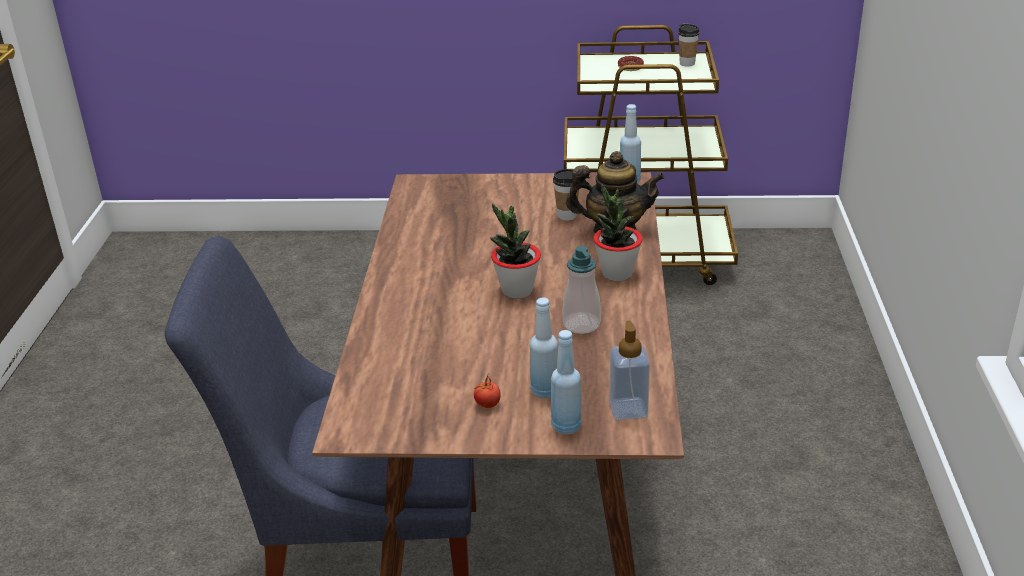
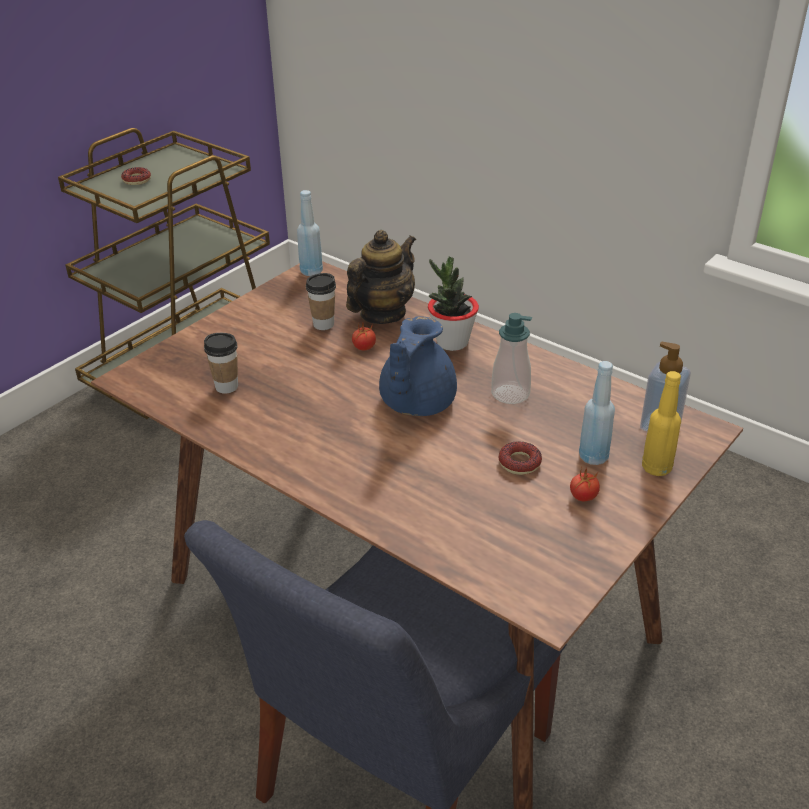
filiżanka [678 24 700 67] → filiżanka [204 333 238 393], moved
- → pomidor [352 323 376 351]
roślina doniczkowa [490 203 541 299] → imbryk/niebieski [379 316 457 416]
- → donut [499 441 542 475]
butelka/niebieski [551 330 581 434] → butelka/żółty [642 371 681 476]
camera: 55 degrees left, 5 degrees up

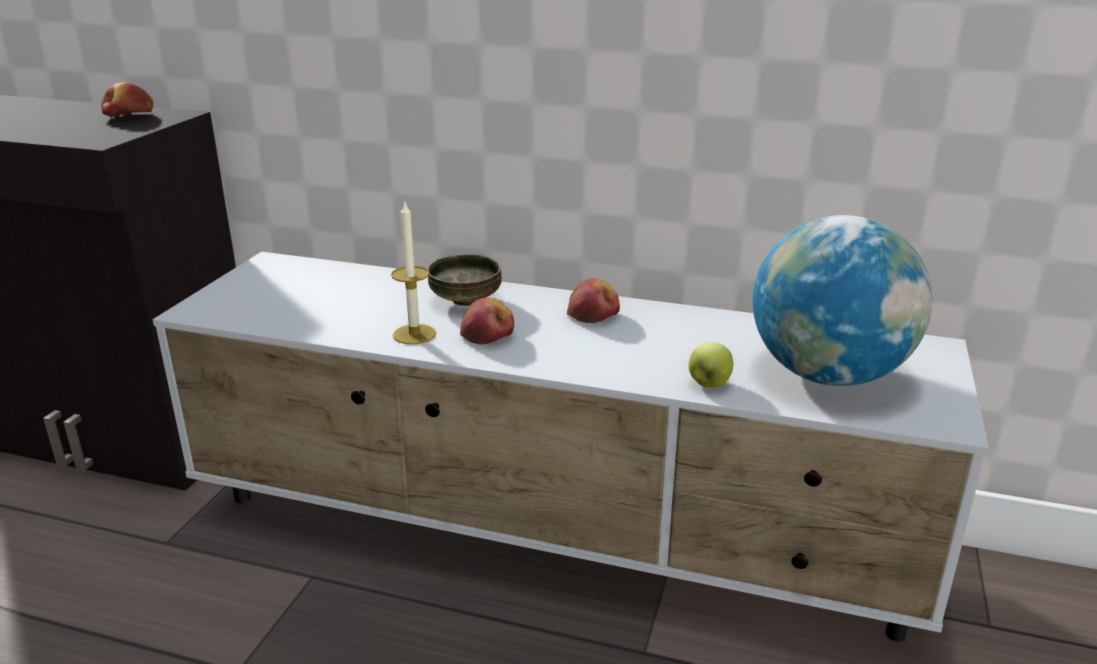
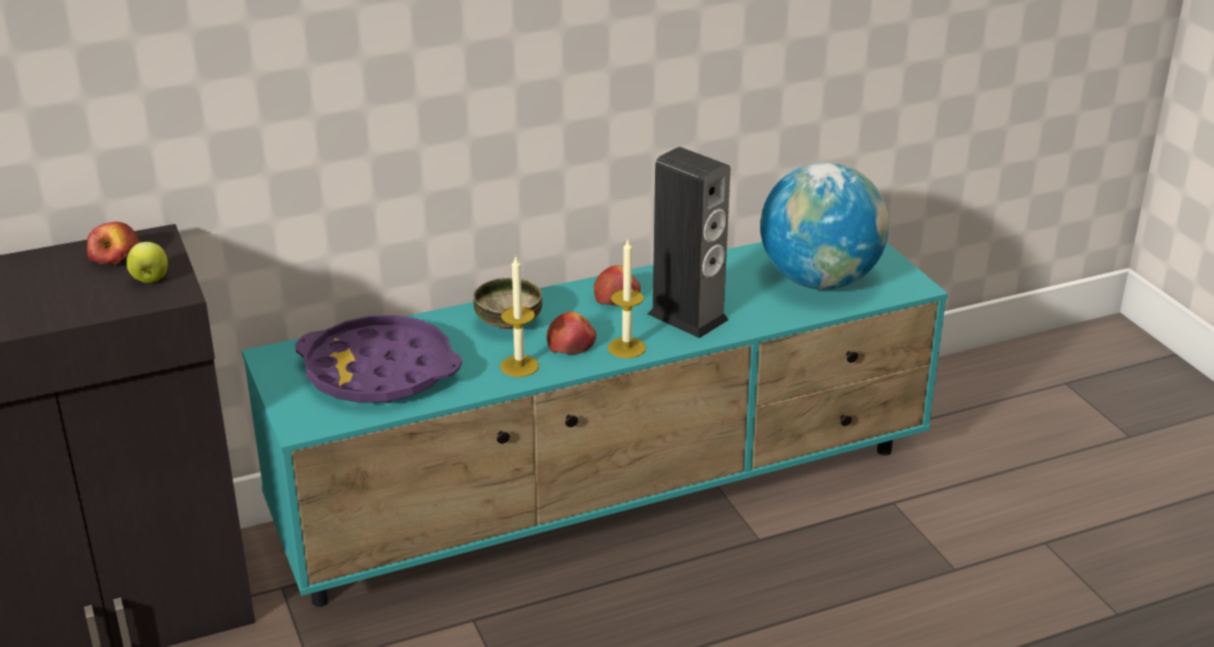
jabłko [688 342 733 388] → jabłko [127 242 168 283], moved
szafka pod telewizor/biały [153 252 989 642] → szafka pod telewizor/turkusowy [242 242 948 607]
- → taca/fioletowy [295 315 462 403]
- → świeca [608 238 646 358]
- → głośnik [648 147 730 338]
camera: 40 degrees left, 5 degrees up

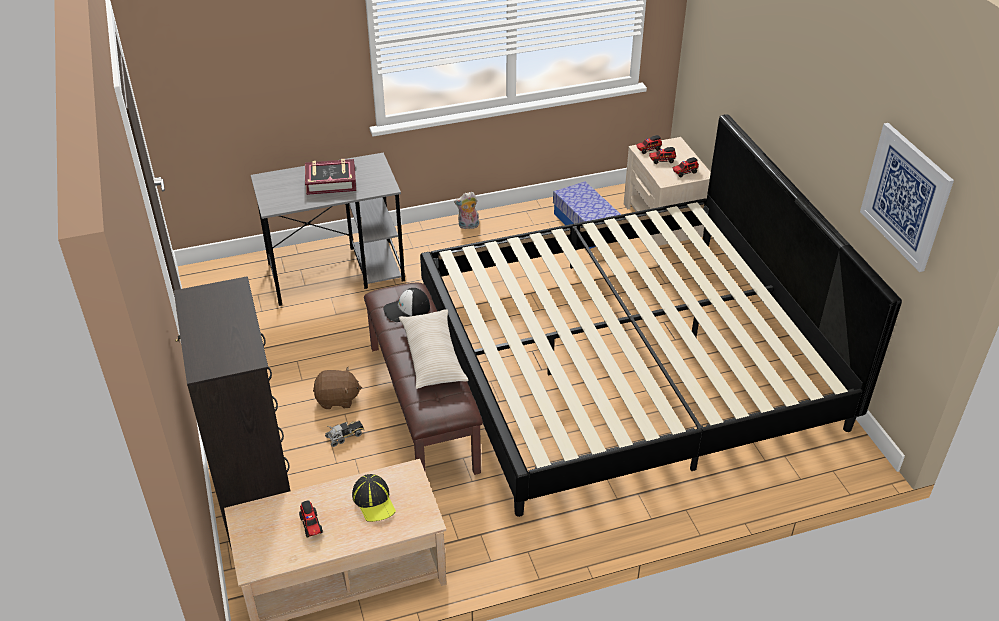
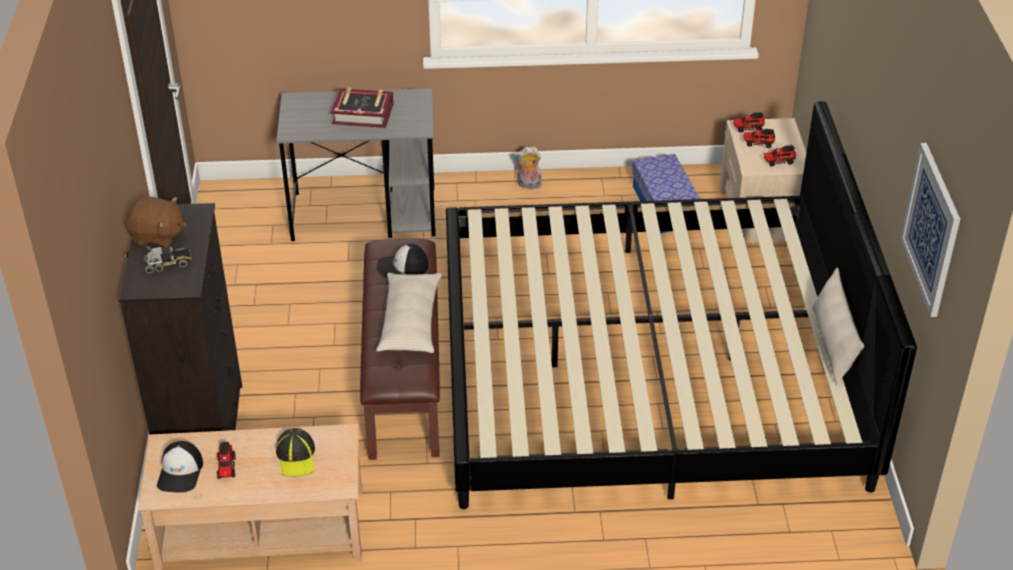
pluszak/brązowy [313 367 362 409] → pluszak/brązowy [125 197 187 247], moved
ciężarówka zabawkowa [325 420 364 447] → ciężarówka zabawkowa [143 246 192 274], moved
- → czapka z daszkiem [157 441 203 492]
- → poduszka/beżowy [812 268 864 386]
camera: 15 degrees right, 0 degrees up

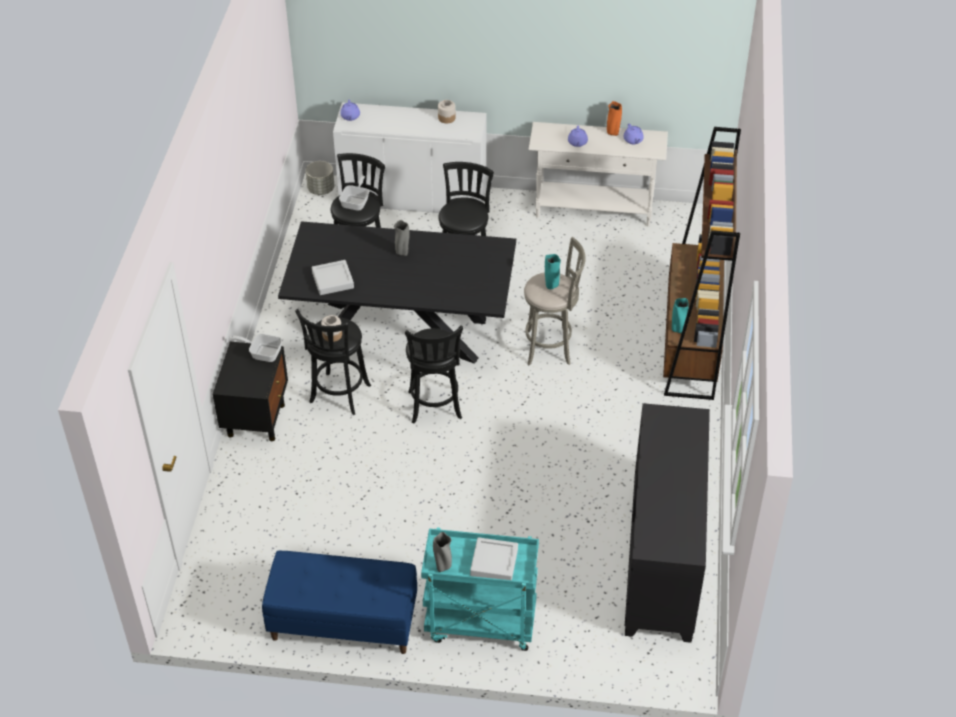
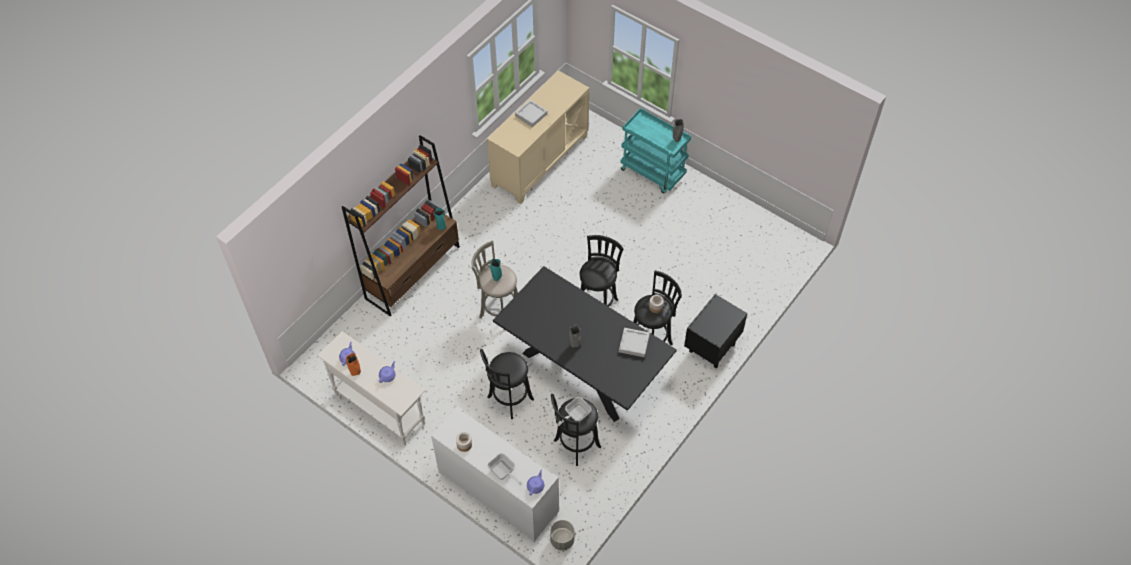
szafka/czarny [625 403 710 643] → szafka/beżowy [487 70 589 204]
patelnia [230 334 282 362] → patelnia [487 453 522 485], moved
taca/szary [470 537 518 580] → taca/szary [515 100 547 127], moved
ławka/niebieski [262 551 417 654] → -
camera: 150 degrees left, 10 degrees up

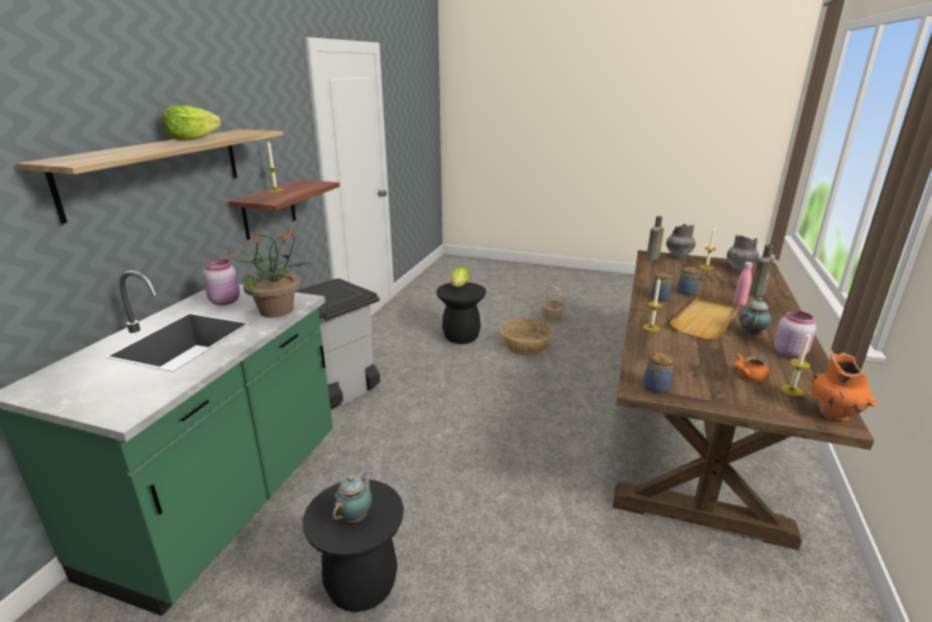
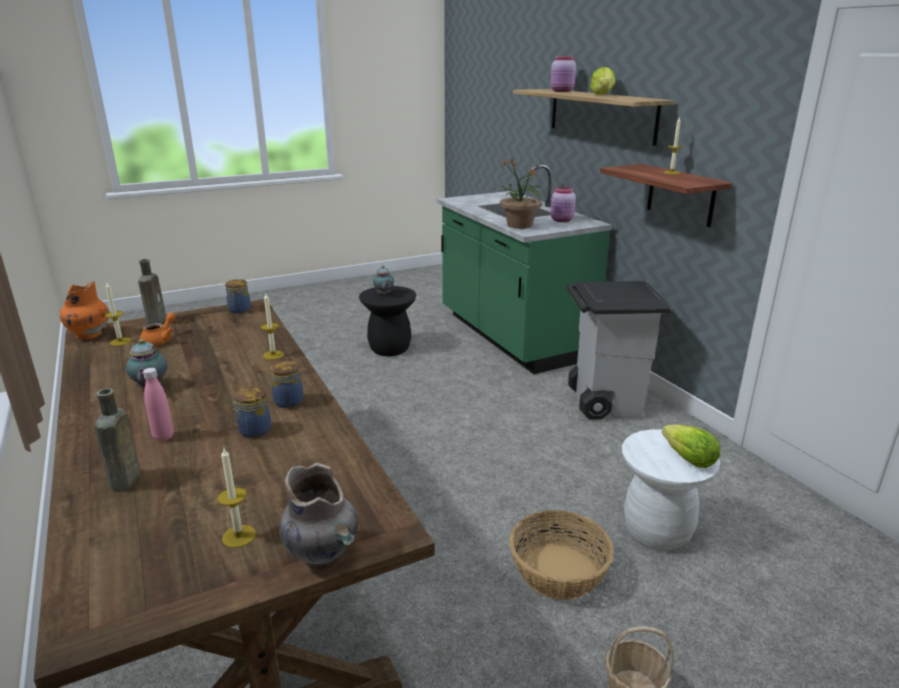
butelka/brązowy [646 216 664 261] → butelka/brązowy [138 259 166 324], moved
słoik/różowy [774 311 816 358] → słoik/różowy [550 56 576 92], moved
stołek/czarny [436 282 486 344] → stołek/biały [622 429 720 550]
taca/beżowy [670 296 739 340] → -
wazon/szary [727 235 759 273] → -
camera: 135 degrees right, 0 degrees up

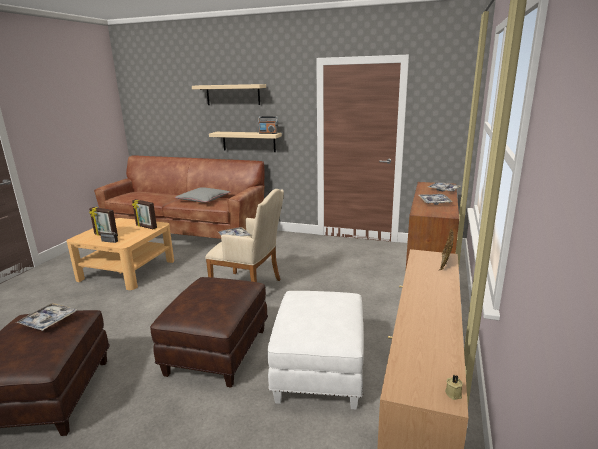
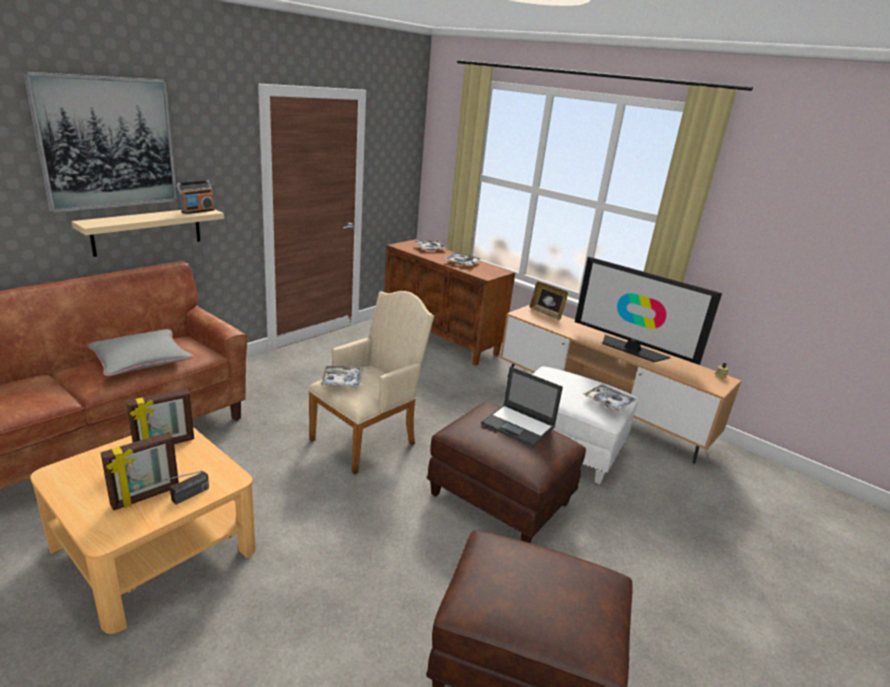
półka/beżowy [192 84 266 105] → obraz [23 71 178 213]
- → laptop [481 366 563 447]
- → telewizor [575 256 722 365]
taca [16 303 77 331] → taca [583 384 637 411], moved
camera: 70 degrees left, 5 degrees up

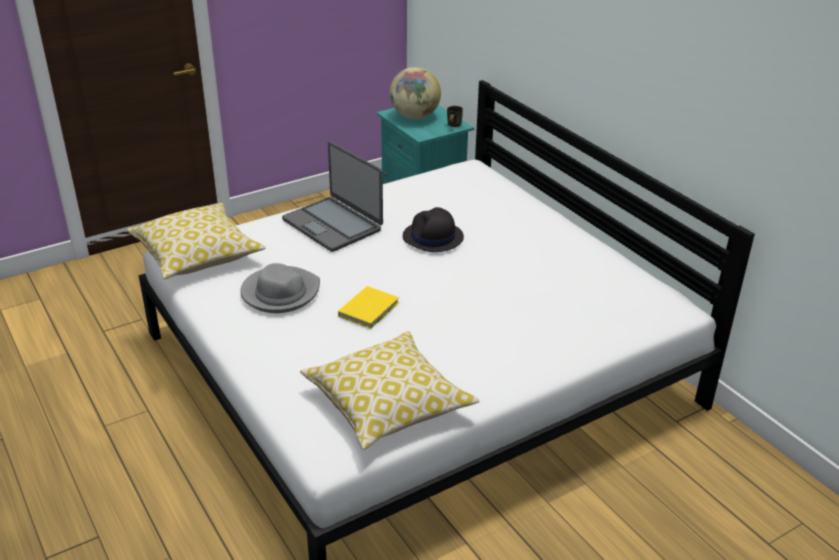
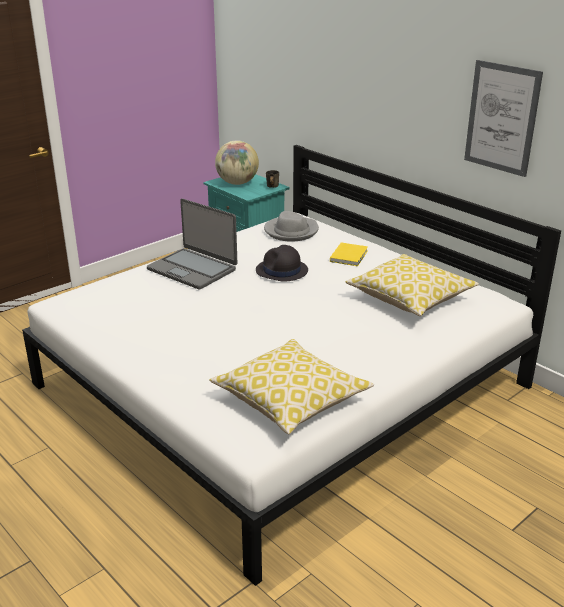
kapelusz/szary [240 263 320 313] → kapelusz/szary [264 211 319 241], moved
książka/żółty [338 286 399 329] → książka/żółty [330 243 368 266], moved
poduszka [127 203 266 279] → poduszka [345 254 479 316], moved
- → obraz [464 60 543 177]
camera: 10 degrees left, 5 degrees down

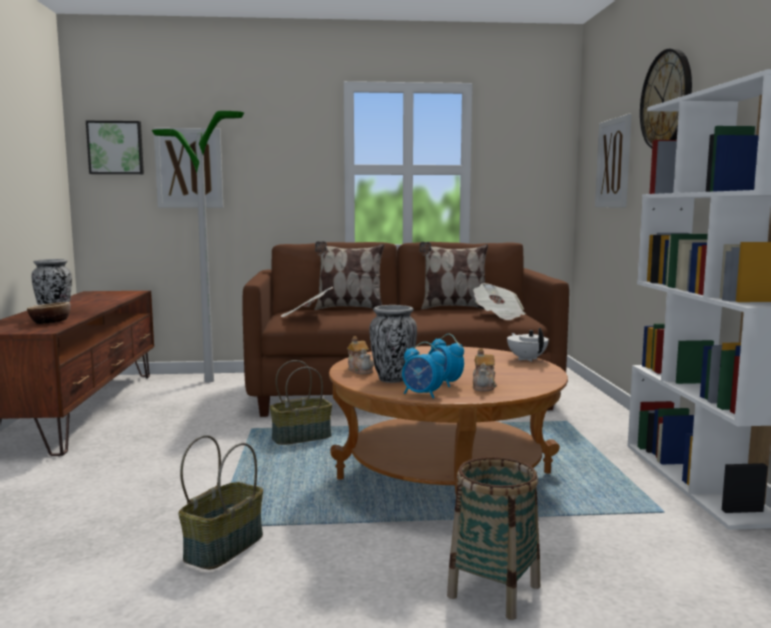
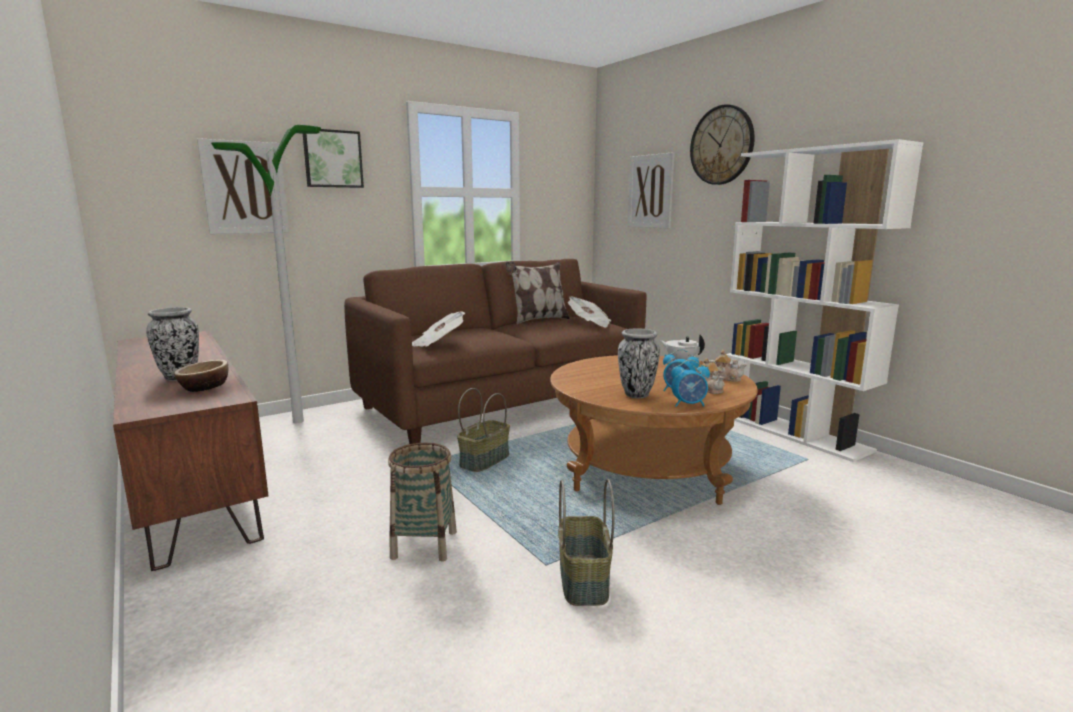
obraz [86 121 144 174] → obraz [303 129 364 188], moved
koszyk [447 457 540 620] → koszyk [388 443 457 561], moved
imbryk [347 336 374 374] → imbryk [709 350 746 382], moved
poduszka [315 241 384 310] → -
camera: 30 degrees left, 5 degrees up

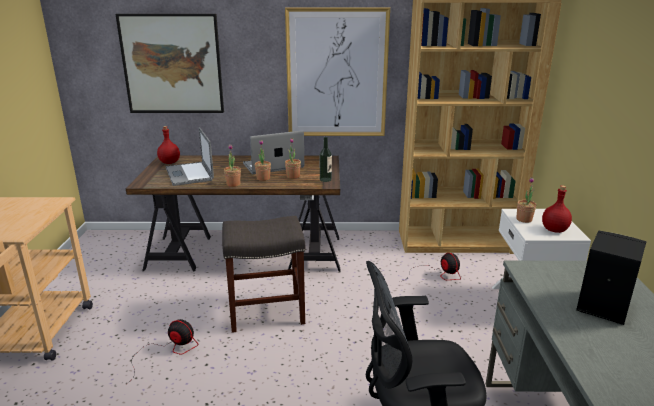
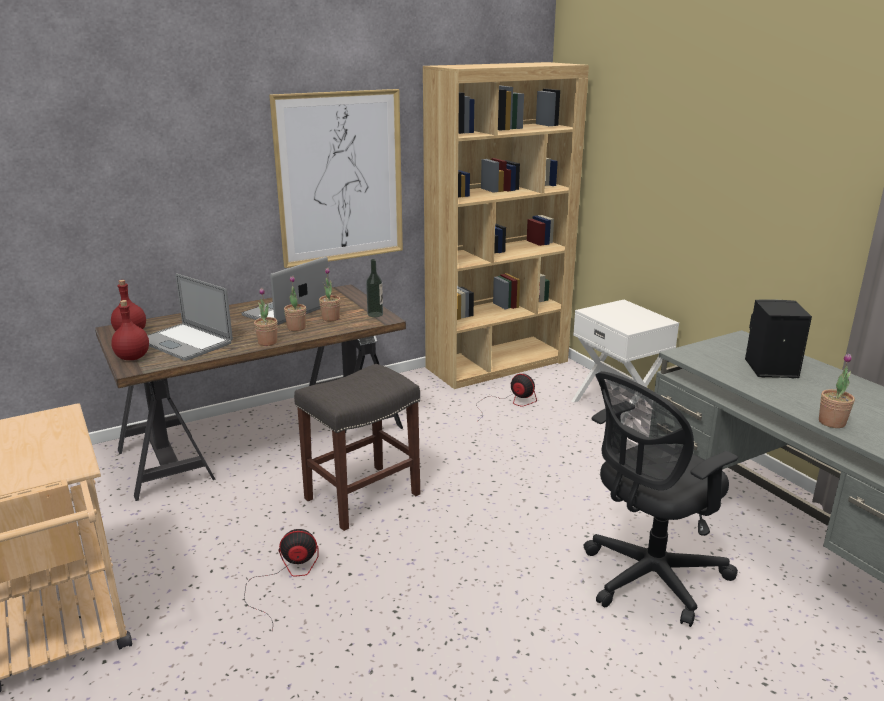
butelka/czerwony [542 185 572 233] → butelka/czerwony [111 300 149 360], moved
roślina doniczkowa [517 177 536 223] → roślina doniczkowa [819 353 855 428], moved
obraz [115 14 224 113] → -
camera: 30 degrees left, 0 degrees up

